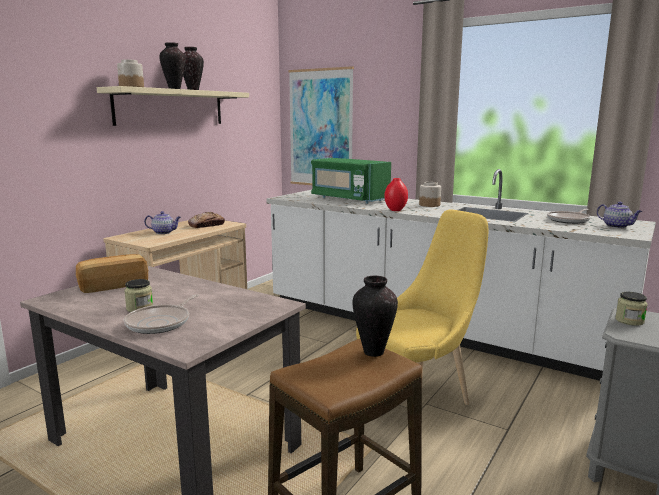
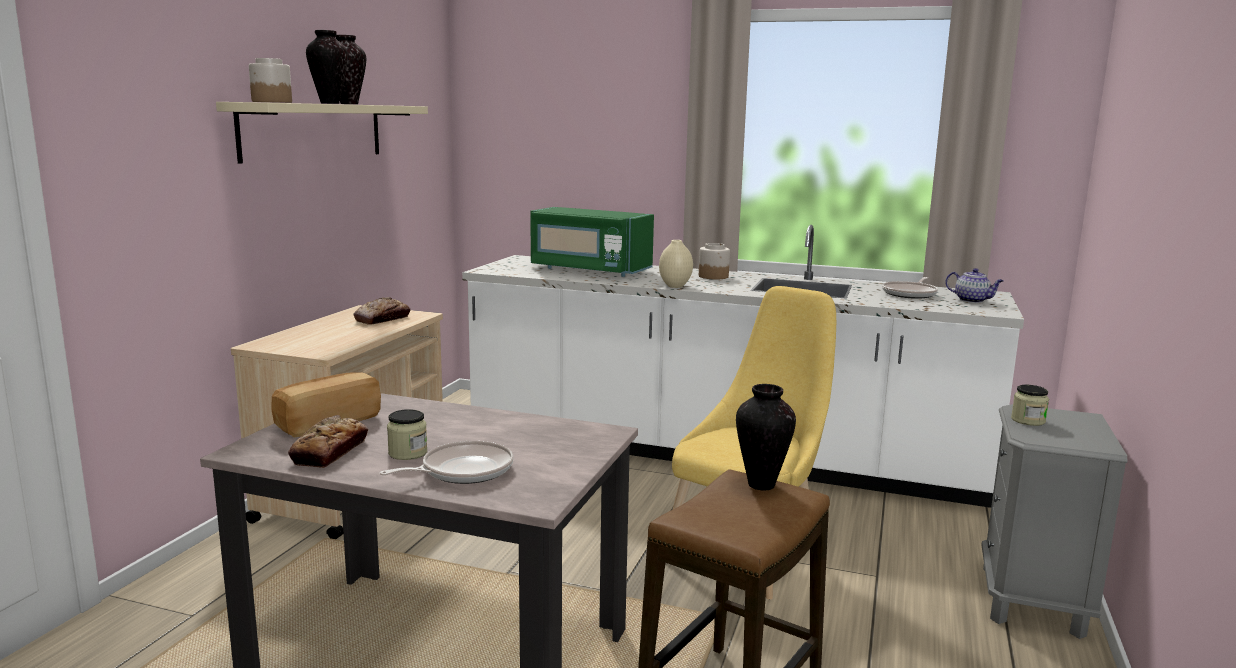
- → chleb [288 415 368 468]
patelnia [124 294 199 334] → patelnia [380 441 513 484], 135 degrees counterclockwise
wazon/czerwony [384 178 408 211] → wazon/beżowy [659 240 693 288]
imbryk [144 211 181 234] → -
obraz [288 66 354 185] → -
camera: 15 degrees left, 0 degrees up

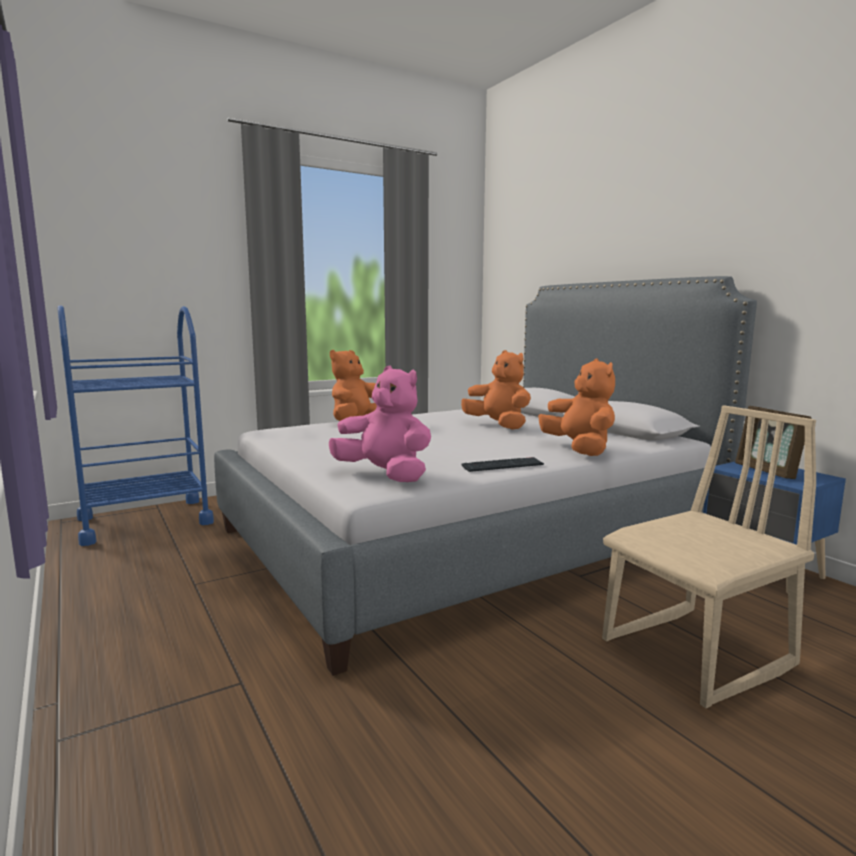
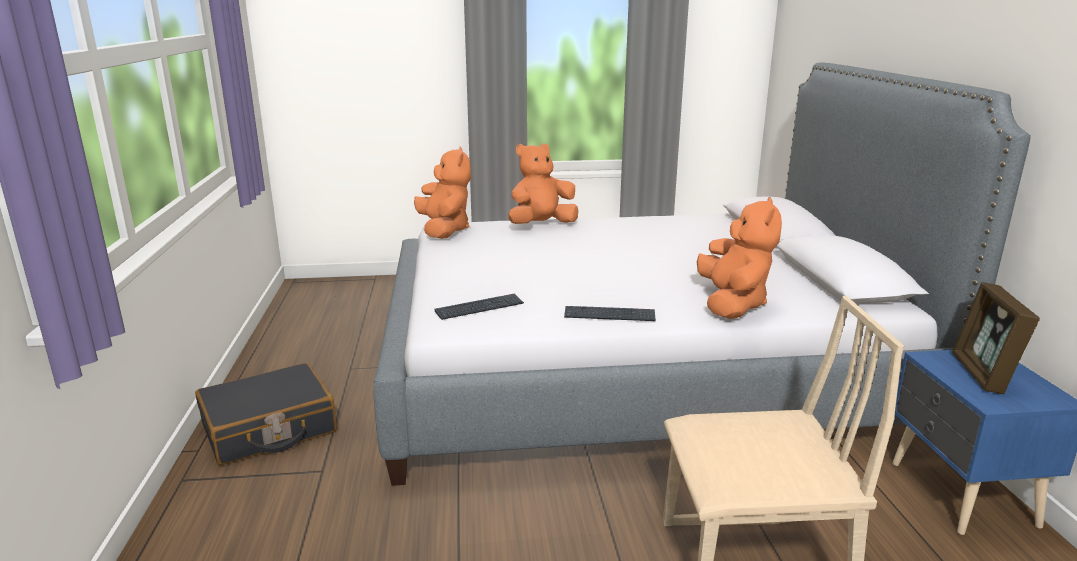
- → walizka/czarny [195 363 337 465]
pluszak/pomarańczowy [461 350 531 430] → pluszak/pomarańczowy [414 146 471 239], moved
pluszak/różowy [329 366 431 482] → klawiatura [434 293 524 320]
wózek/niebieski [58 305 214 546] → -
camera: 25 degrees right, 10 degrees up

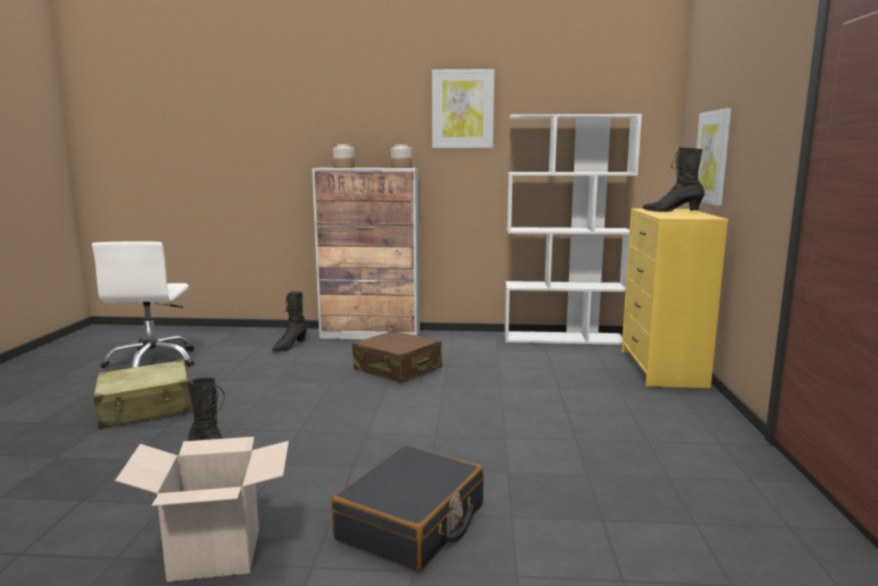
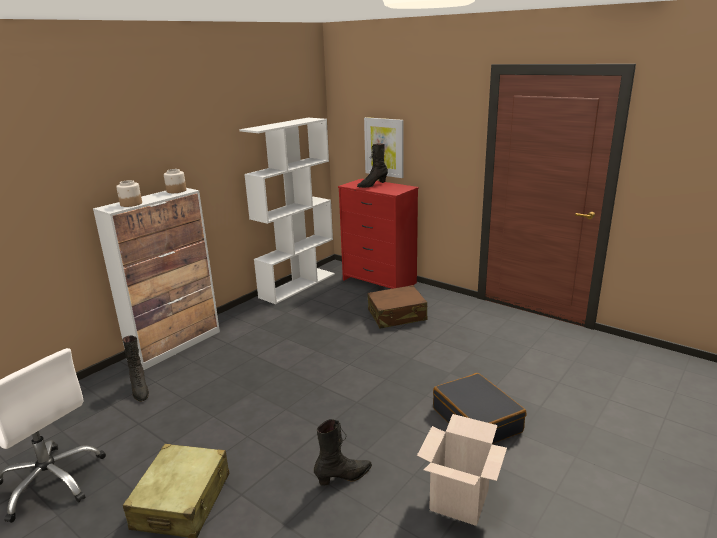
komoda/żółty [621 208 728 388] → komoda/czerwony [338 179 419 289]
walizka/brązowy [352 331 442 383] → walizka/brązowy [368 285 428 329], moved
obraz [432 69 494 148] → -
camera: 55 degrees left, 10 degrees up

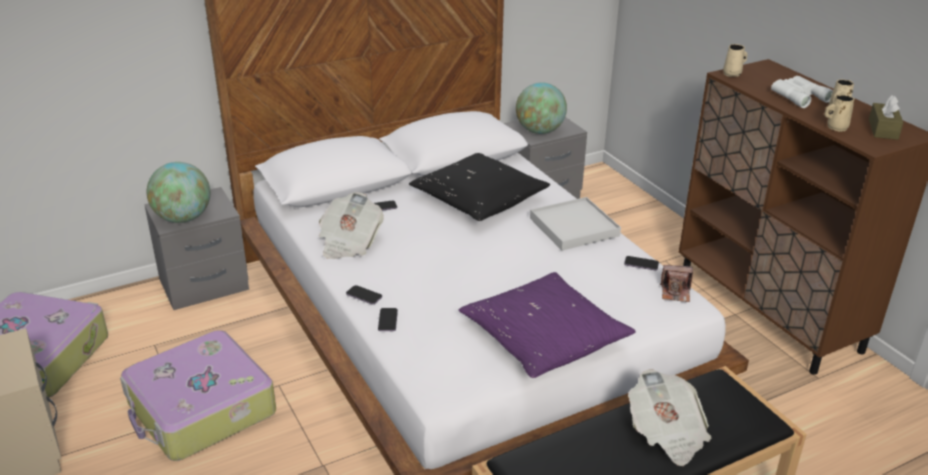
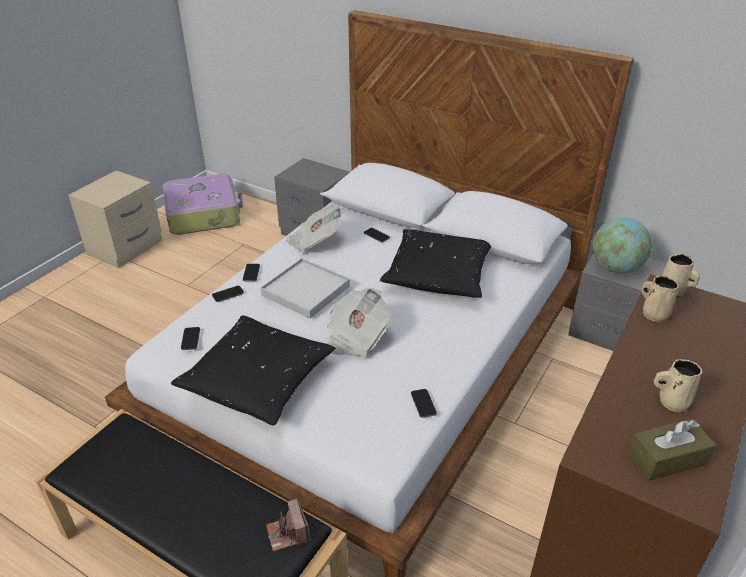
poduszka/fioletowy [459 272 636 378] → poduszka/czarny [171 315 335 425]
- → telefon [181 327 200 350]
taca/biały [530 197 621 250] → taca/biały [261 258 350 319], moved
aparat fotograficzny [660 265 693 302] → aparat fotograficzny [266 498 310 552], moved
gazeta [628 369 711 466] → gazeta [327 288 392 357], moved
kubek/beżowy [824 95 854 132] → kubek/beżowy [641 275 679 322], moved
walizka [120 330 276 461] → -
globus [147 162 210 223] → -
lornetka/biały [771 76 833 108] → -
camera: 60 degrees right, 5 degrees up

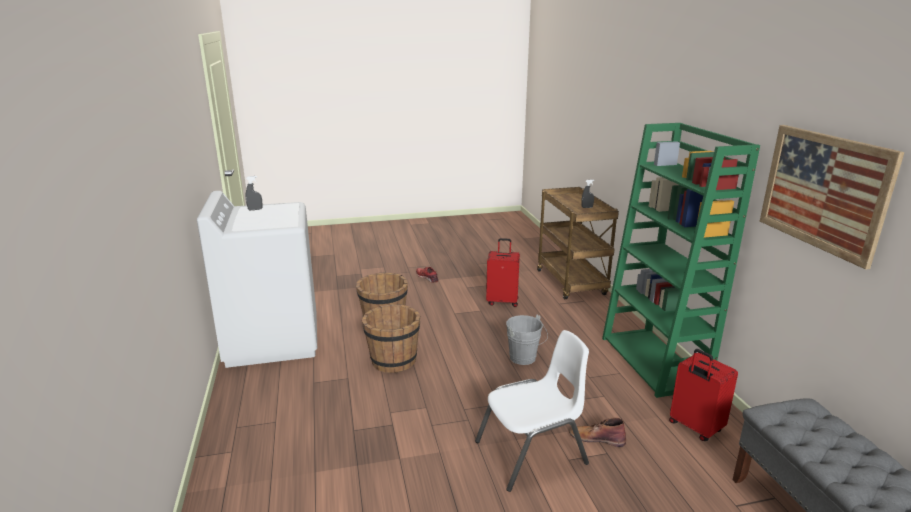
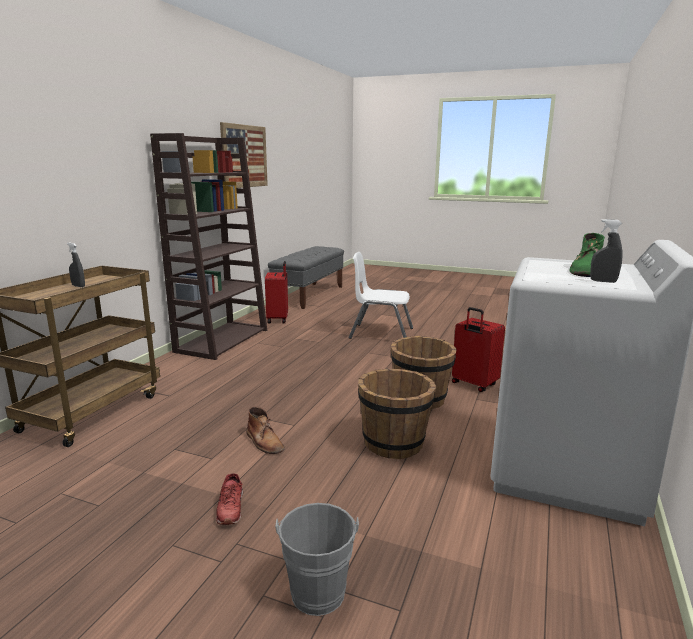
regał/zielony [602 123 760 398] → regał/brązowy [150 133 267 360]
but z cholewką/brązowy [569 418 626 447] → but z cholewką/brązowy [246 407 284 454], moved
wiadro/szary [506 315 548 365] → wiadro/szary [275 503 359 616], moved
walizka/czerwony [486 238 520 307] → walizka/czerwony [452 307 505 392], moved
- → but z cholewką/zielony [570 233 605 277]
camera: 145 degrees left, 5 degrees down

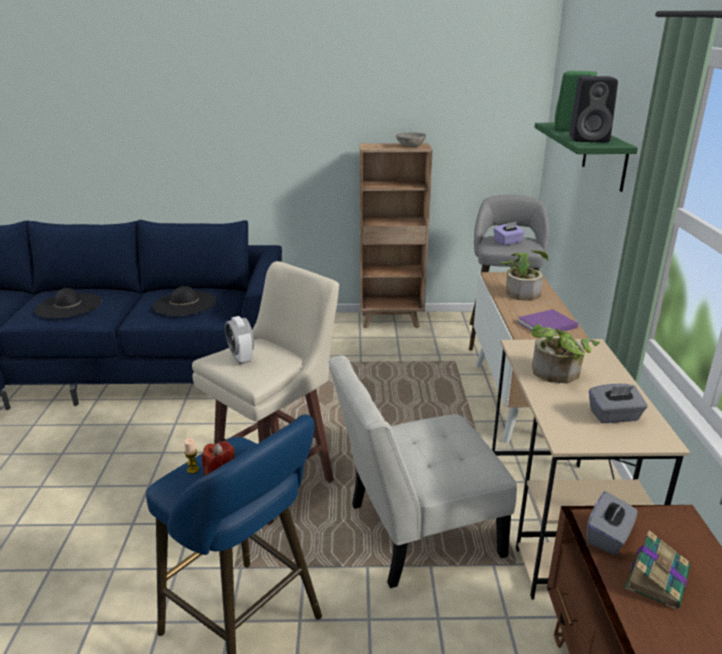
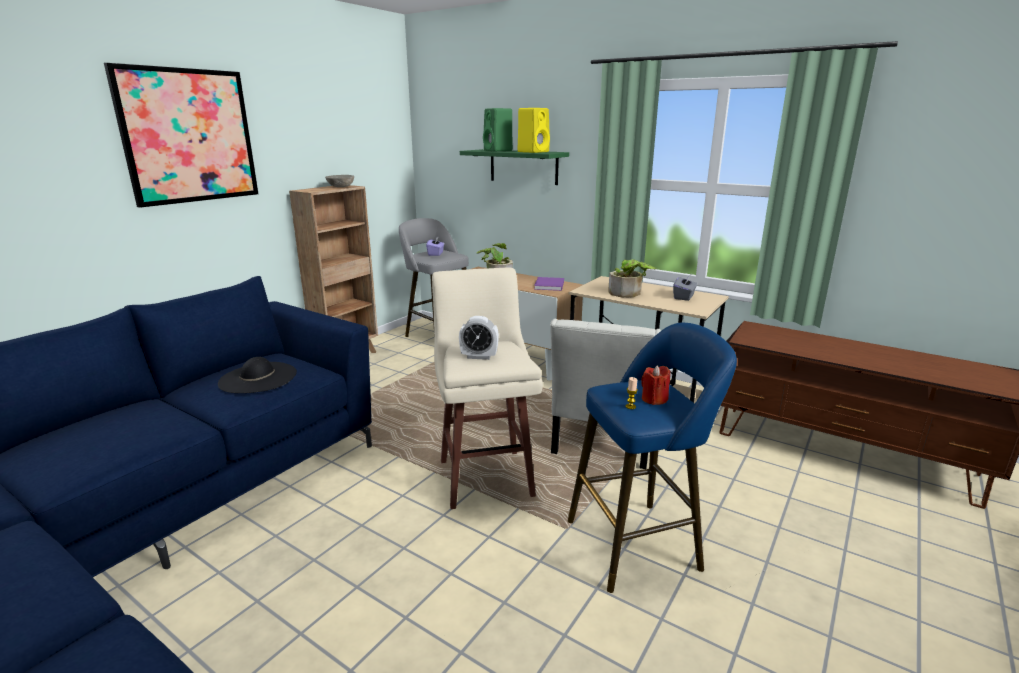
- → obraz [104 63 258 208]
głośnik/czarny [569 76 618 142] → głośnik/żółty [518 108 550 153]
kapelusz/czarny [35 288 102 318] → -
pudełko chusteczek/szary [586 491 638 555] → -
książka [625 530 690 609] → -
camera: 55 degrees left, 5 degrees down

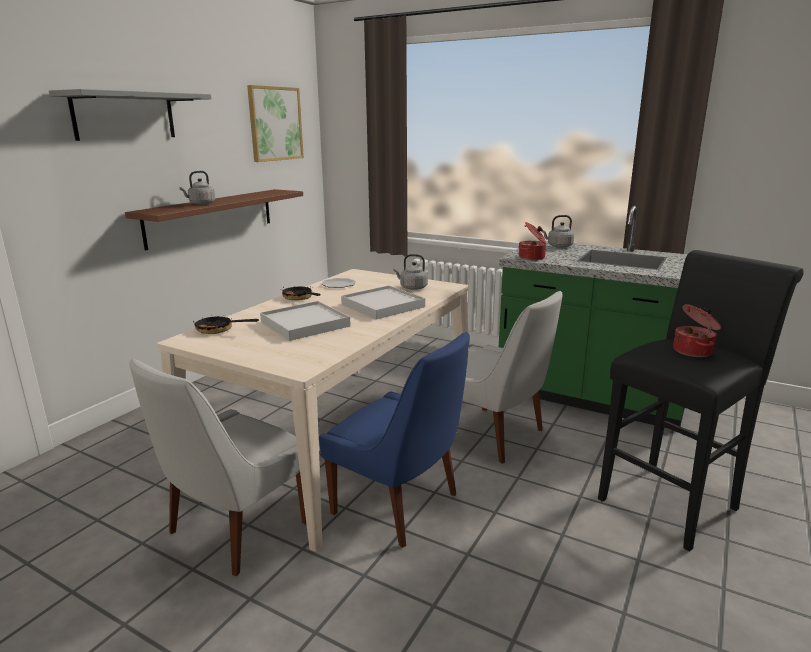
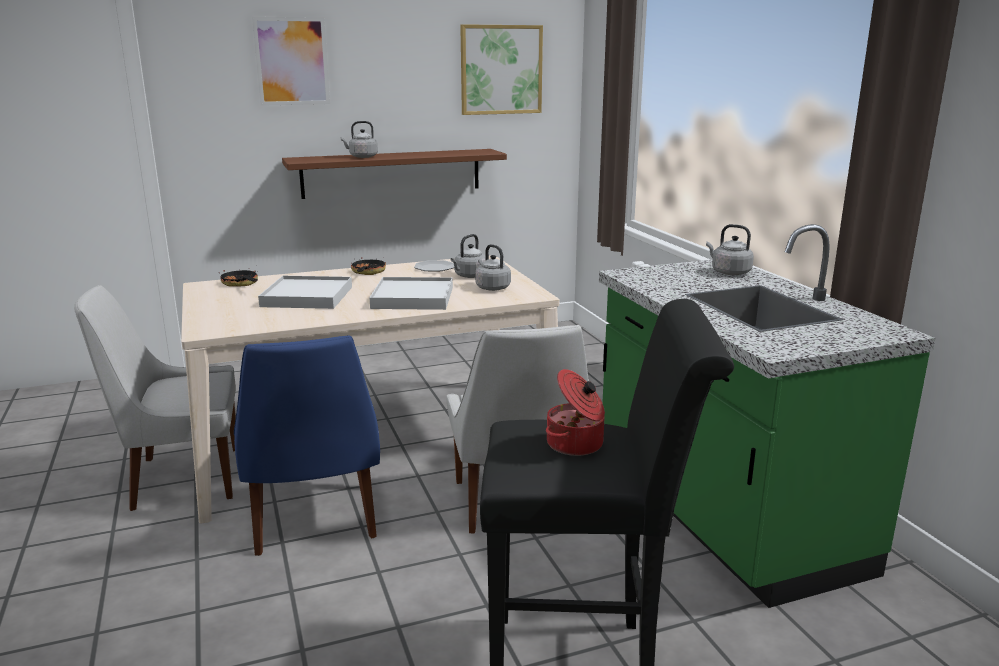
półka/szary [49 89 211 141] → obraz [252 17 330 106]
- → czajnik/szary [450 234 486 278]
garnek [519 222 546 260] → -
camera: 40 degrees right, 0 degrees up

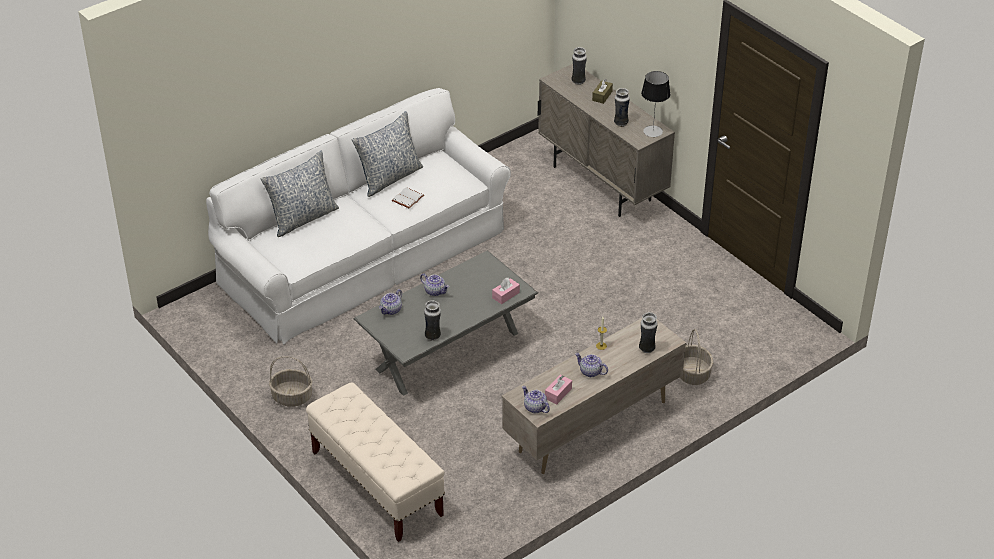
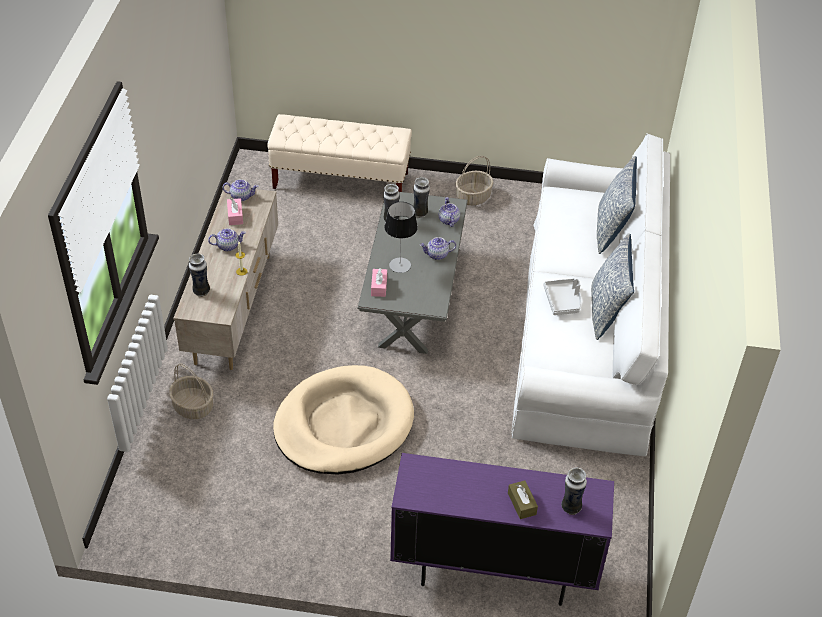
- → legowisko/beżowy [273 365 414 474]
lampa stołowa [641 71 670 137] → lampa stołowa [384 202 418 273], moved
szafka/beżowy [538 64 675 217] → szafka/fioletowy [390 453 614 606]
wazon [614 88 630 127] → wazon [413 177 430 218], moved
książka/biały [392 187 424 209] → taca/szary [543 278 581 315]
camera: 135 degrees right, 5 degrees up

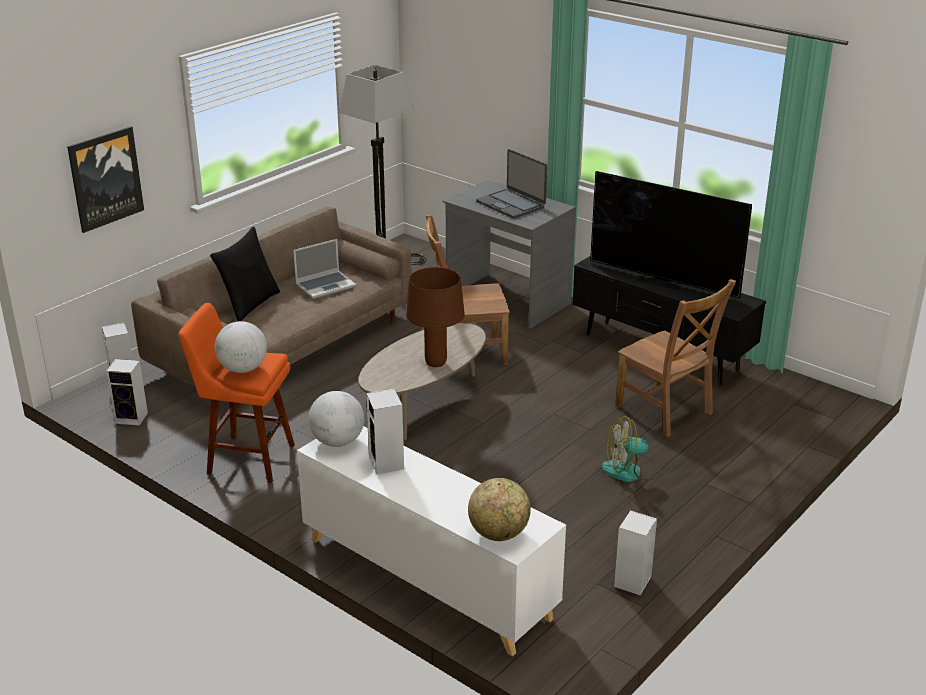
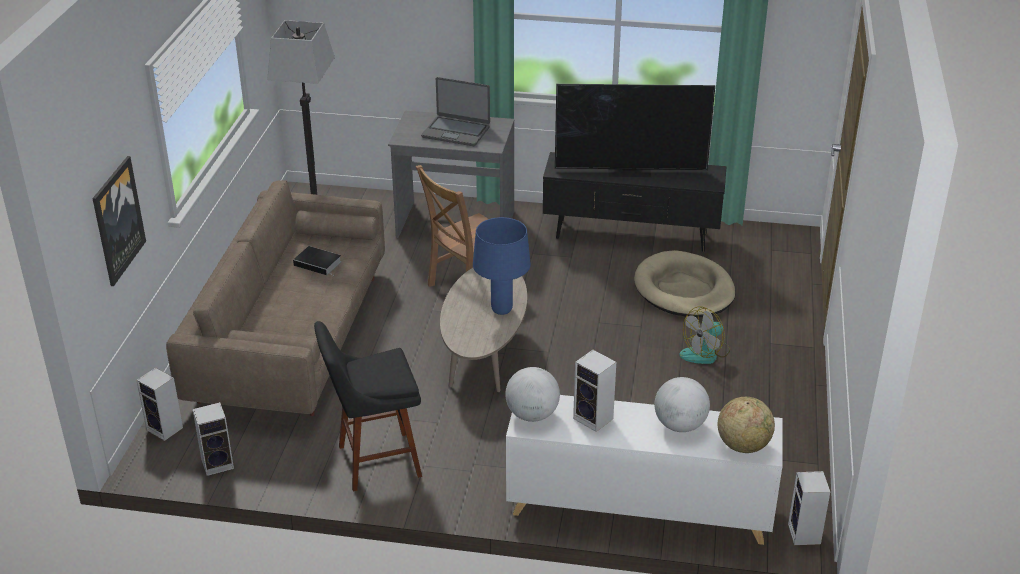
laptop [293 239 356 299] → książka [293 246 342 276]
stołek/pomarańczowy [178 303 295 483] → stołek/czarny [314 321 422 491]
lampa stołowa/brązowy [406 267 465 367] → lampa stołowa/niebieski [473 217 531 315]
krzesło/brązowy [615 279 736 437] → legowisko/beżowy [634 250 735 317]
globus [215 321 267 373] → globus [654 377 710 432], moved
głośnik [614 511 657 596] → głośnik [788 471 830 545], moved
poduszka/czarny [210 227 280 321] → -
camera: 30 degrees left, 5 degrees up

